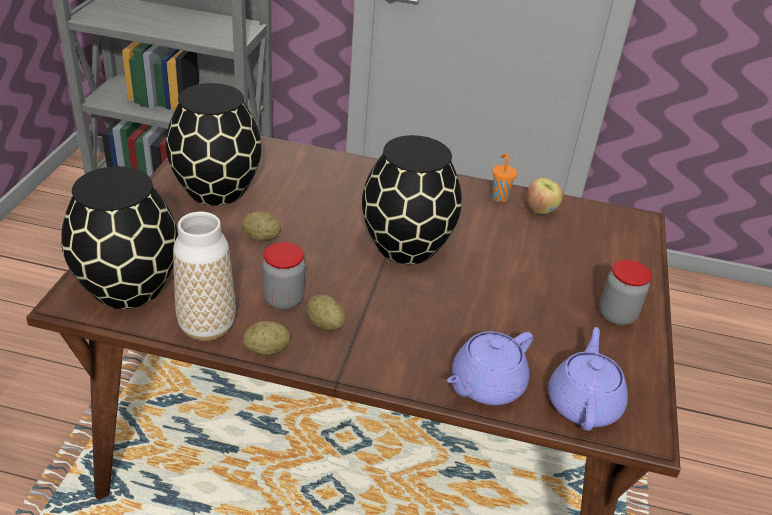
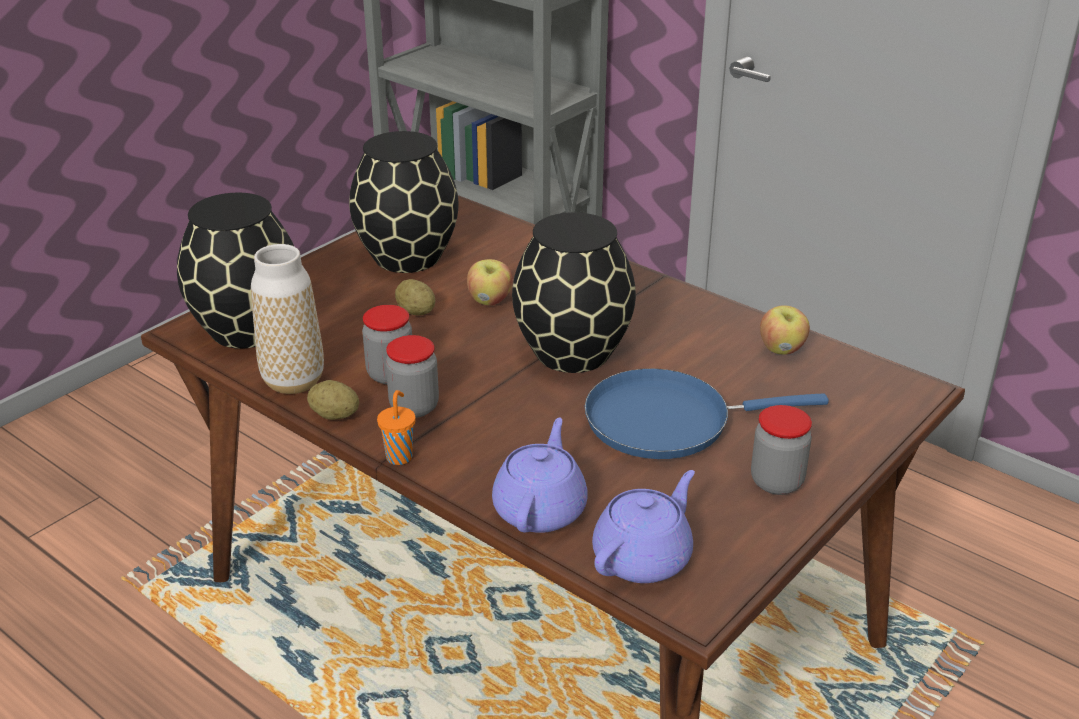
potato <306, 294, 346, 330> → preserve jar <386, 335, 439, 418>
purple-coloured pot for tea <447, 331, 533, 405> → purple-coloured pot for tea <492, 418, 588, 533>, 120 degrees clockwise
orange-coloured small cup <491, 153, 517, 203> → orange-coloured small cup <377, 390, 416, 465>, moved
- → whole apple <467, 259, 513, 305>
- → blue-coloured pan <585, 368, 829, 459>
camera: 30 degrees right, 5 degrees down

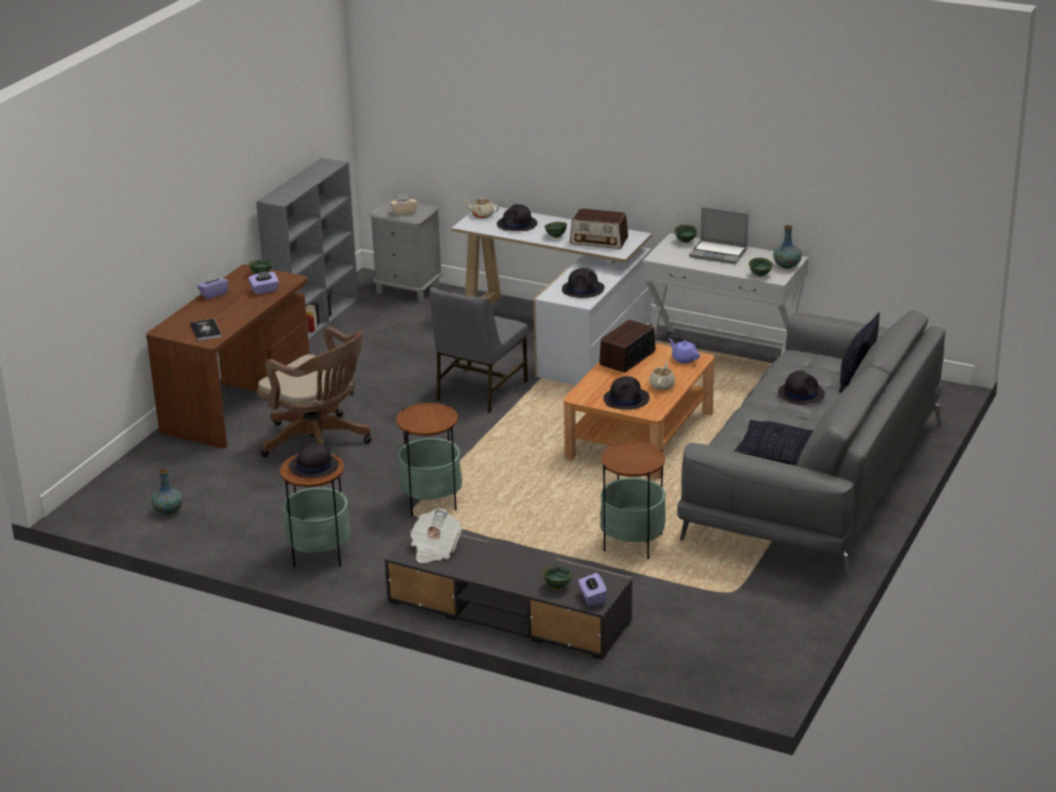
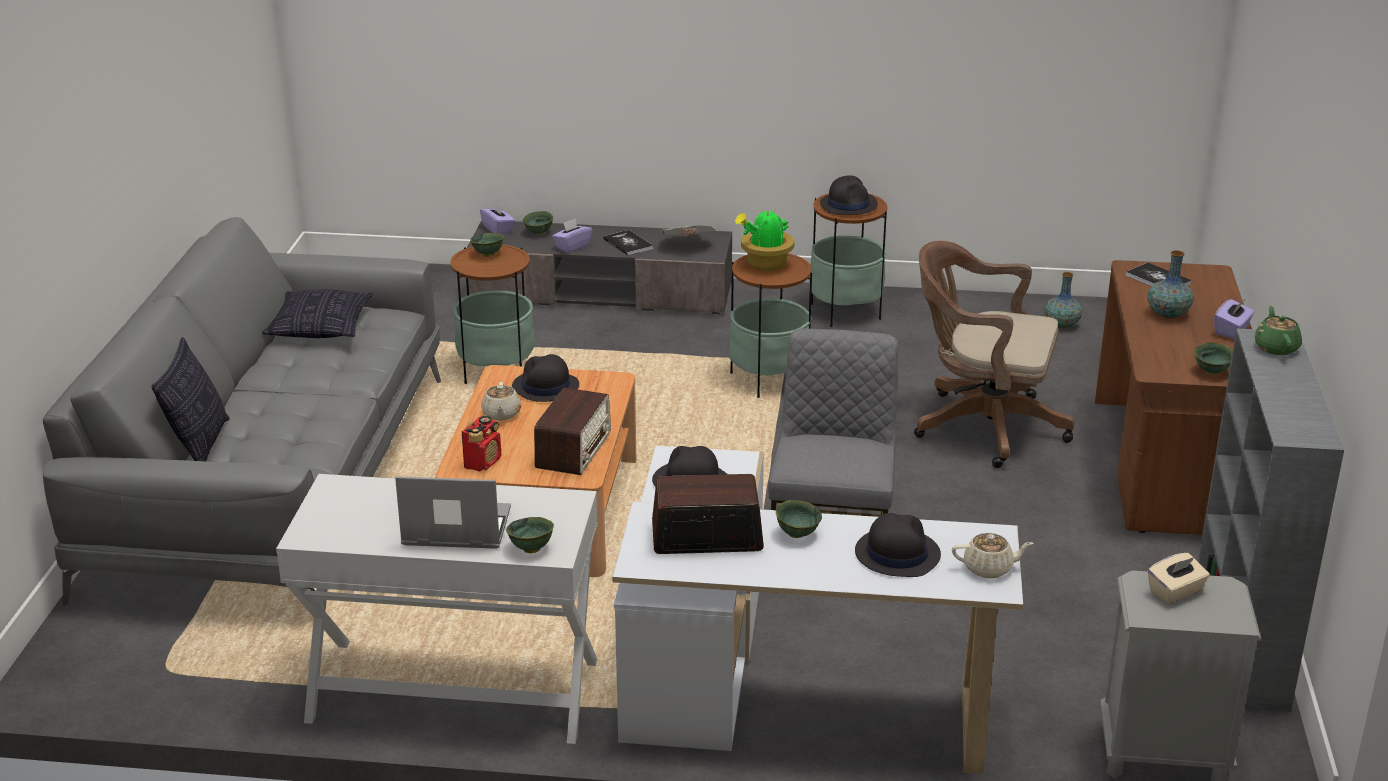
purple-coloured tissue box <248, 272, 279, 295> → purple-coloured tissue box <552, 218, 592, 253>, moved
purple-coloured pot for tea <669, 338, 700, 363> → radio receiver <462, 416, 501, 472>
green-coloured bowl <749, 258, 773, 277> → green-coloured bowl <470, 233, 504, 257>, moved
vase <773, 225, 802, 269> → vase <1148, 250, 1194, 319>, moved
black-coloured clothing hat <778, 371, 825, 405> → -
- → book <603, 230, 653, 256>
- → potted plant <735, 208, 795, 271>
- → green-coloured pot for tea <1255, 306, 1302, 355>
camera: 160 degrees right, 0 degrees up

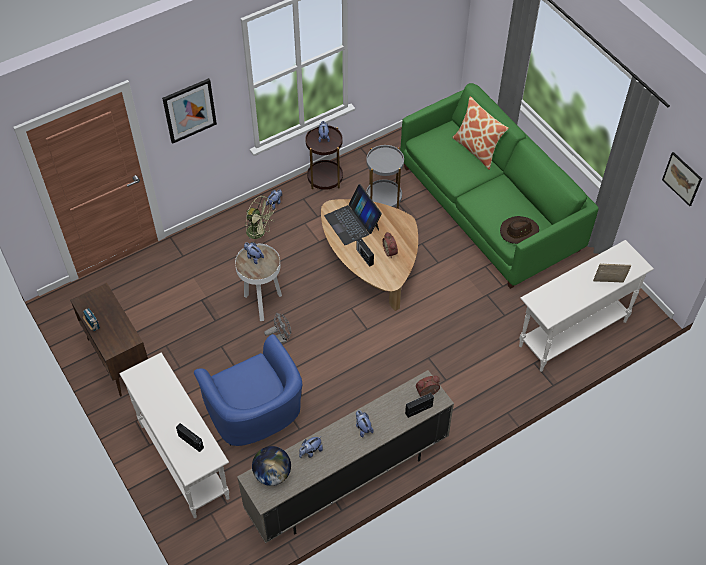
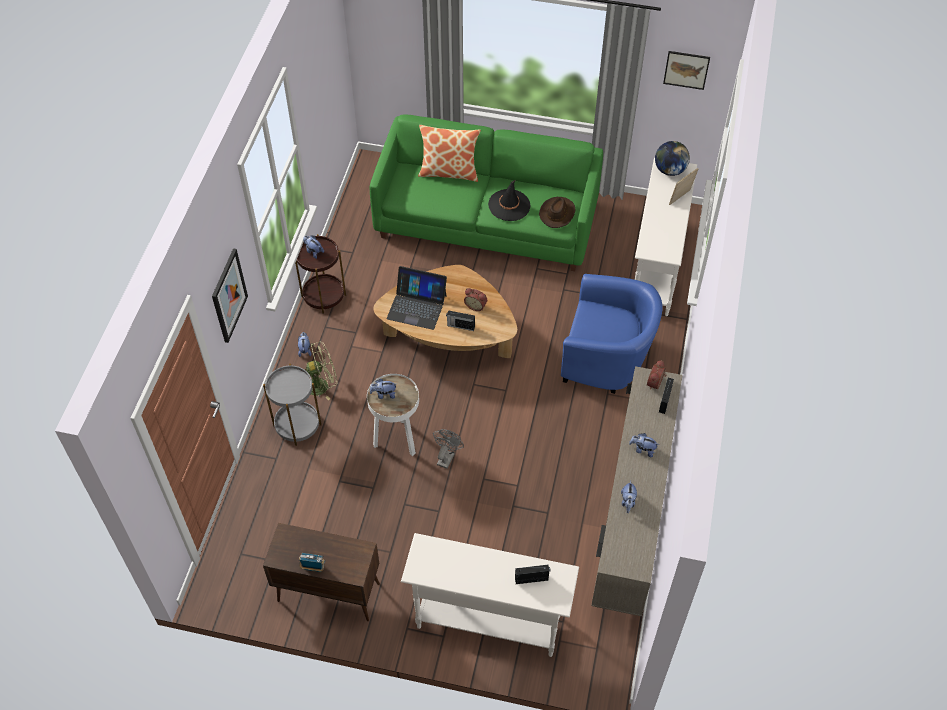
blue-coloured lounge chair <194, 334, 302, 446> → blue-coloured lounge chair <561, 274, 663, 394>, moved
desk globe <252, 446, 291, 486> → desk globe <655, 141, 690, 176>, moved
gray accent table <366, 145, 404, 209> → gray accent table <263, 364, 322, 446>, moved
- → black-coloured clothing hat <488, 180, 531, 221>
camera: 45 degrees left, 0 degrees up

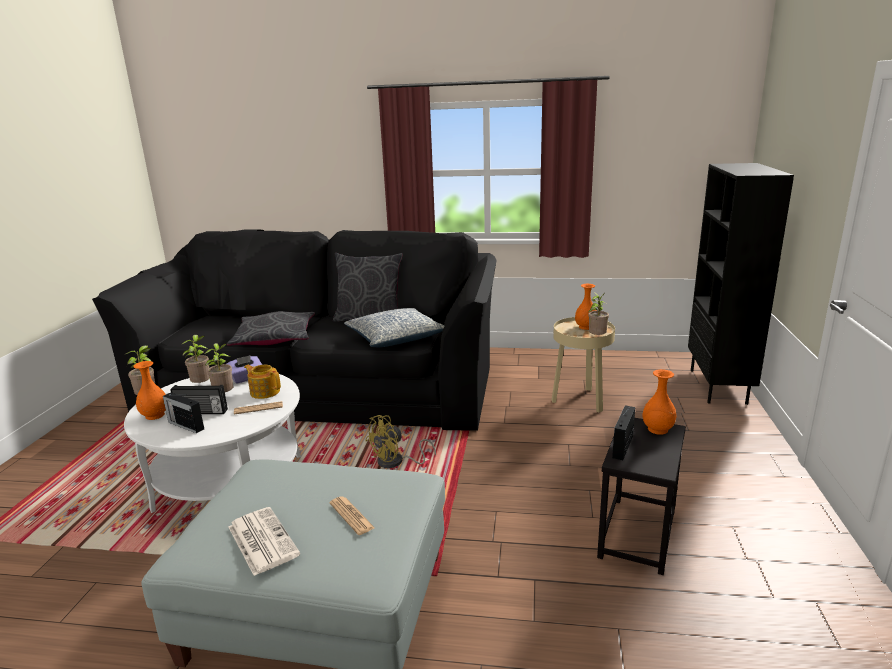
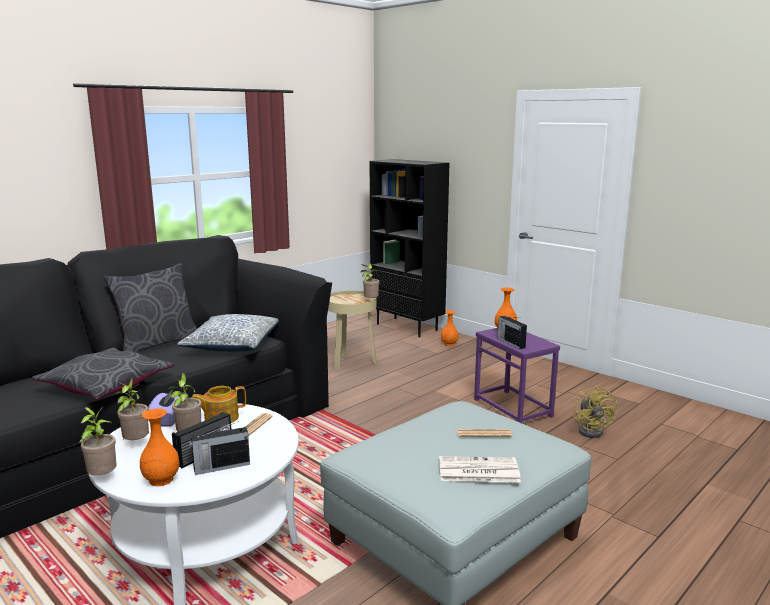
yellow cooling fan <365, 415, 436, 468> → yellow cooling fan <573, 385, 617, 438>, moved
orange-coloured vase <575, 284, 597, 330> → orange-coloured vase <441, 310, 458, 346>, moved
black-coloured accent table <597, 418, 686, 575> → purple-coloured accent table <474, 328, 560, 424>
camera: 55 degrees left, 5 degrees down

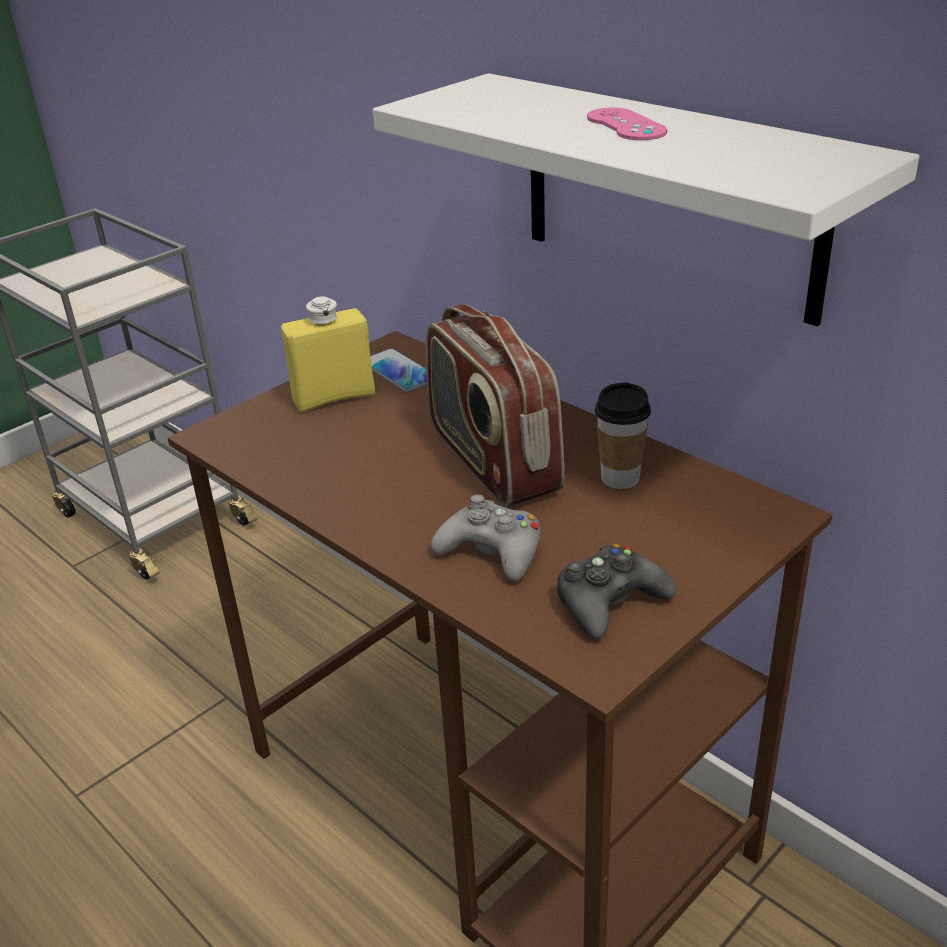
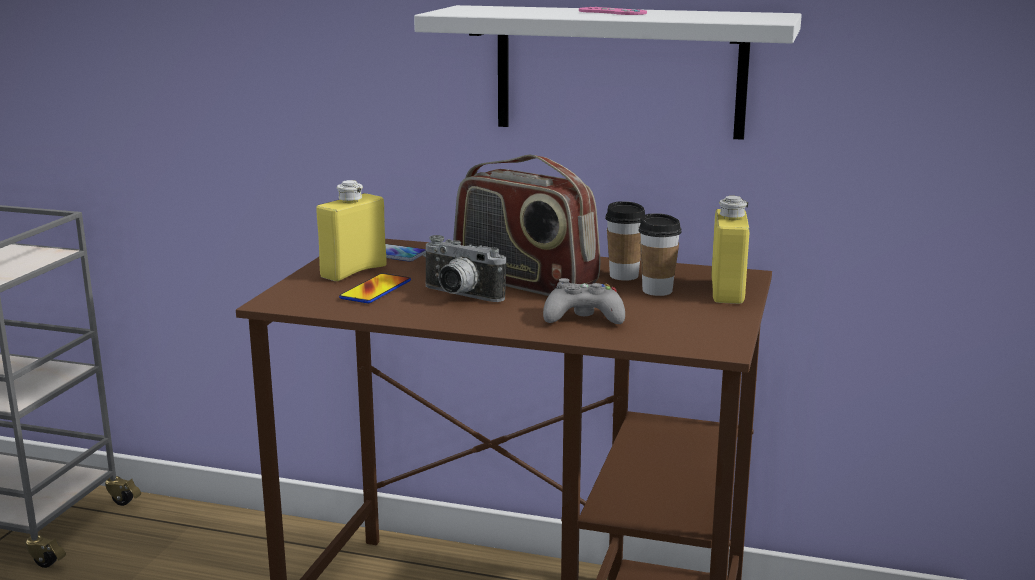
black-coloured game controller <557, 544, 676, 639> → -
- → phone <339, 273, 411, 303>
- → still camera <422, 235, 507, 302>
- → small cup <638, 213, 682, 296>
- → yellow drink bottle <711, 196, 749, 304>
camera: 30 degrees left, 15 degrees down

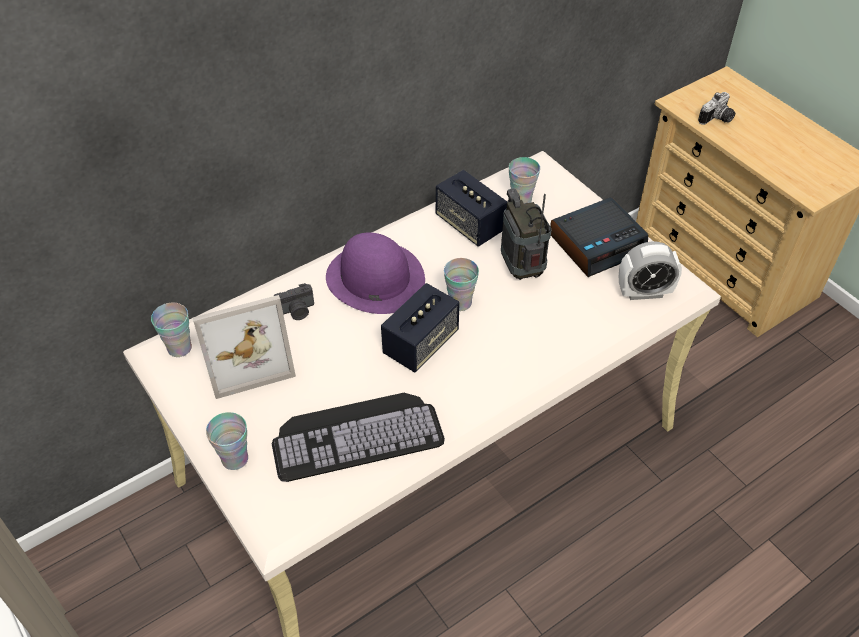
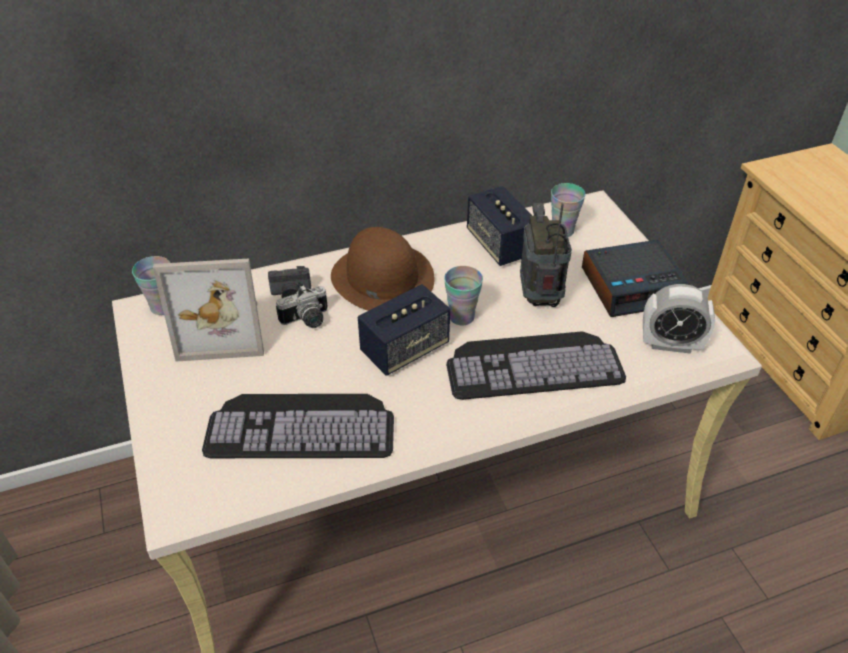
small cup <206, 412, 248, 470> → -
purple-coloured clothing hat <326, 232, 425, 314> → brownish clothing hat <331, 227, 435, 311>
still camera <698, 92, 735, 125> → still camera <276, 285, 328, 328>, moved
- → computer keyboard <446, 331, 626, 400>
camera: 15 degrees right, 5 degrees down

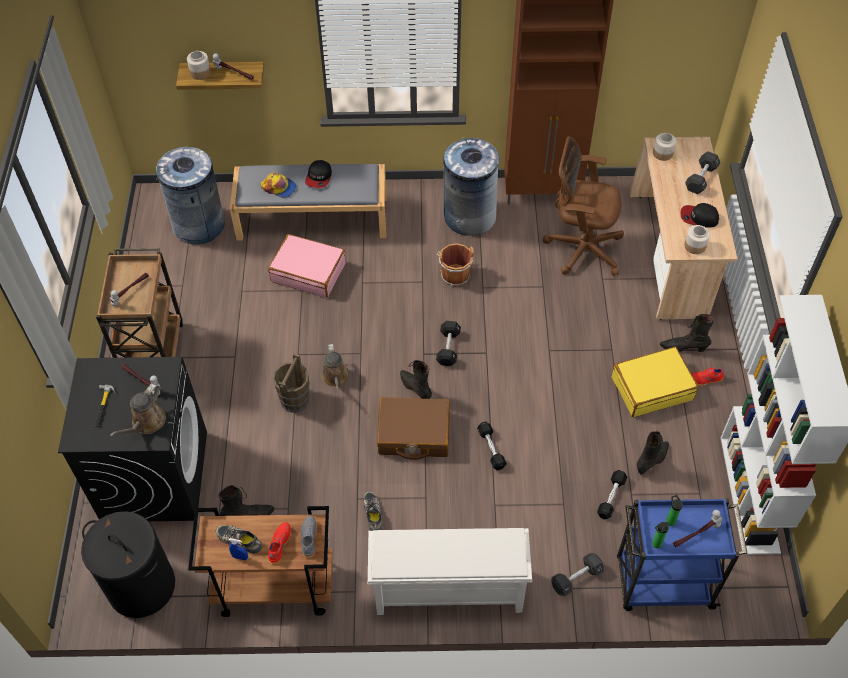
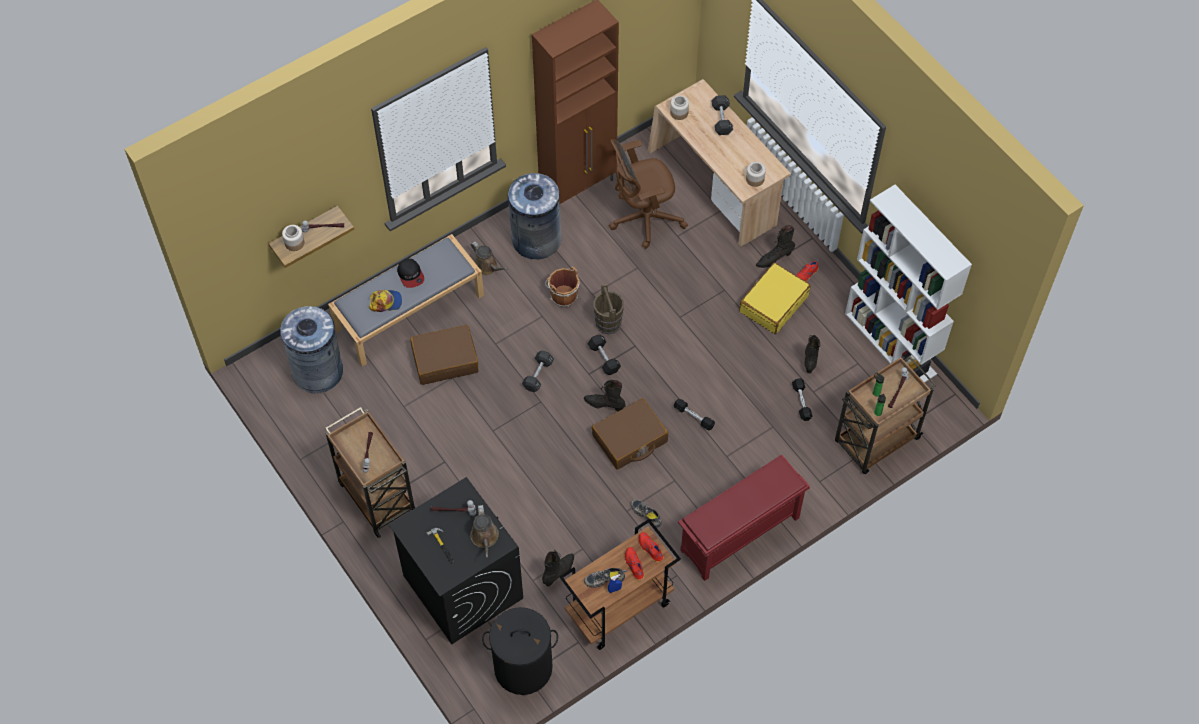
pink travel case <268, 234, 346, 298> → brownish travel case <410, 325, 478, 385>
brownish water bucket <273, 353, 310, 413> → brownish water bucket <593, 284, 624, 334>, moved
gray item of footwear <300, 515, 317, 558> → red-coloured item of footwear <639, 532, 664, 562>
brownish watering pot <321, 344, 349, 390> → brownish watering pot <471, 241, 508, 276>, moved
whitish shoe rack <368, 528, 532, 615> → red-coloured shoe rack <678, 454, 810, 581>
black-coloured hand weight <551, 553, 604, 596> → black-coloured hand weight <522, 350, 554, 392>, moved
blue-coloured wheeled cart <617, 498, 747, 611> → brownish wheeled cart <835, 356, 936, 474>
cap <680, 203, 719, 228> → -
camera: 35 degrees left, 5 degrees up

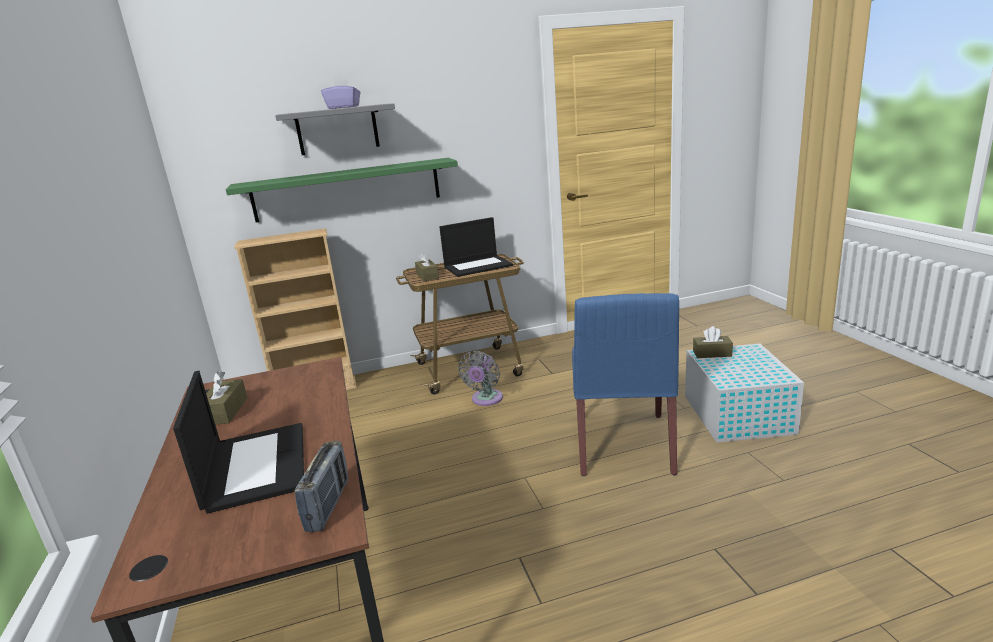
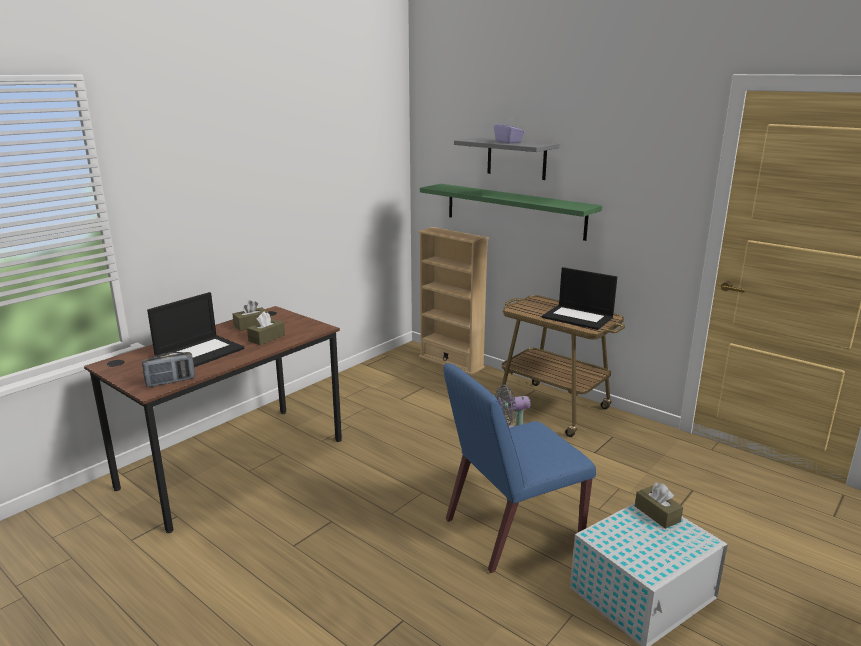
brownish tissue box <415, 252, 439, 281> → brownish tissue box <247, 311, 285, 345>, moved
camera: 55 degrees right, 0 degrees up

